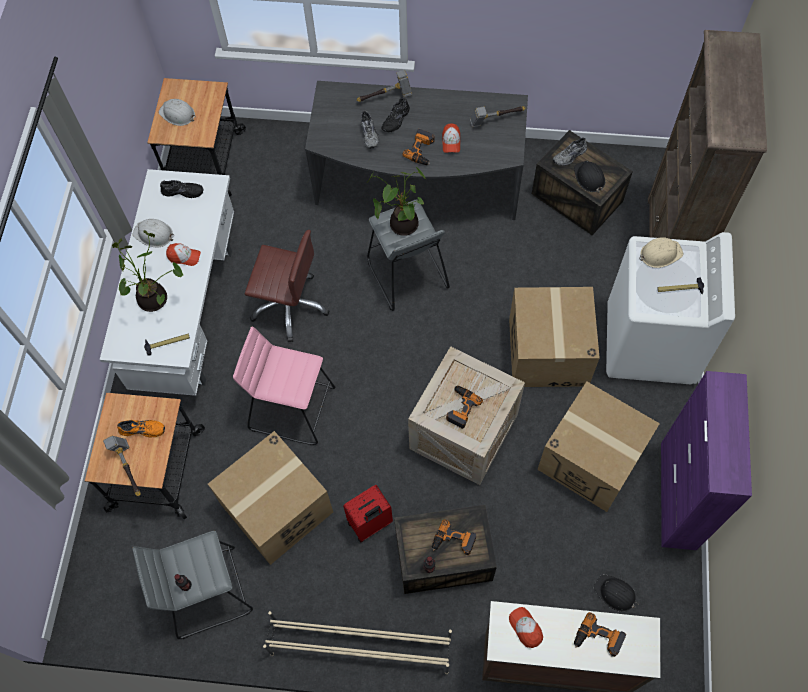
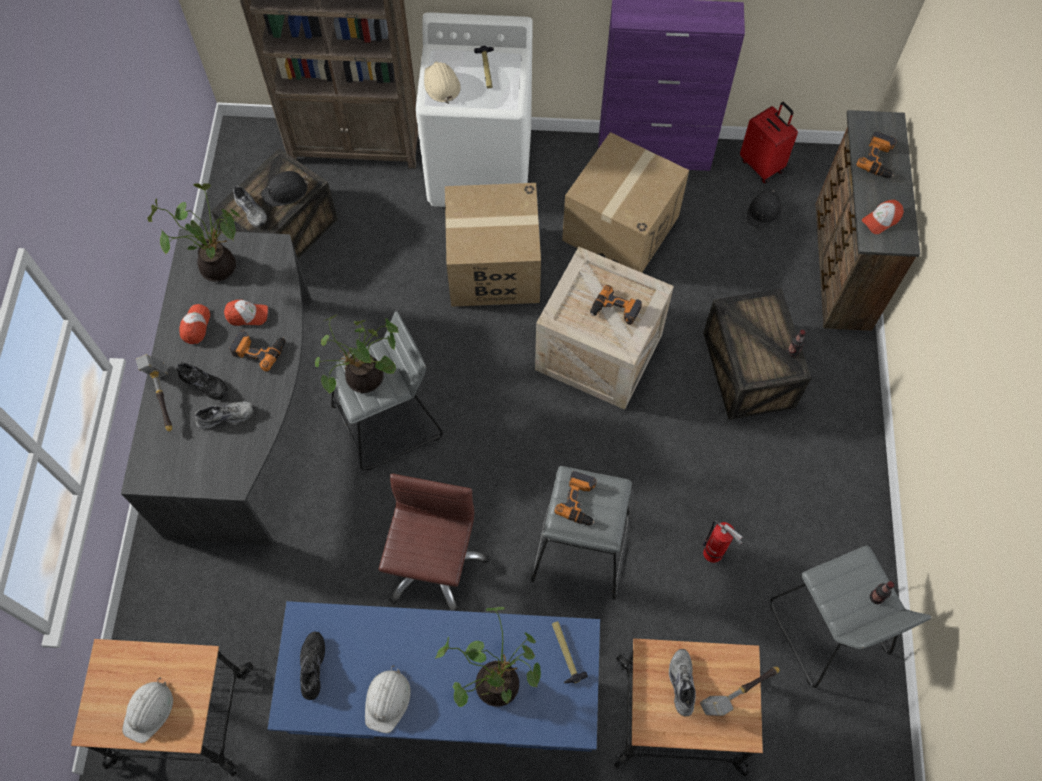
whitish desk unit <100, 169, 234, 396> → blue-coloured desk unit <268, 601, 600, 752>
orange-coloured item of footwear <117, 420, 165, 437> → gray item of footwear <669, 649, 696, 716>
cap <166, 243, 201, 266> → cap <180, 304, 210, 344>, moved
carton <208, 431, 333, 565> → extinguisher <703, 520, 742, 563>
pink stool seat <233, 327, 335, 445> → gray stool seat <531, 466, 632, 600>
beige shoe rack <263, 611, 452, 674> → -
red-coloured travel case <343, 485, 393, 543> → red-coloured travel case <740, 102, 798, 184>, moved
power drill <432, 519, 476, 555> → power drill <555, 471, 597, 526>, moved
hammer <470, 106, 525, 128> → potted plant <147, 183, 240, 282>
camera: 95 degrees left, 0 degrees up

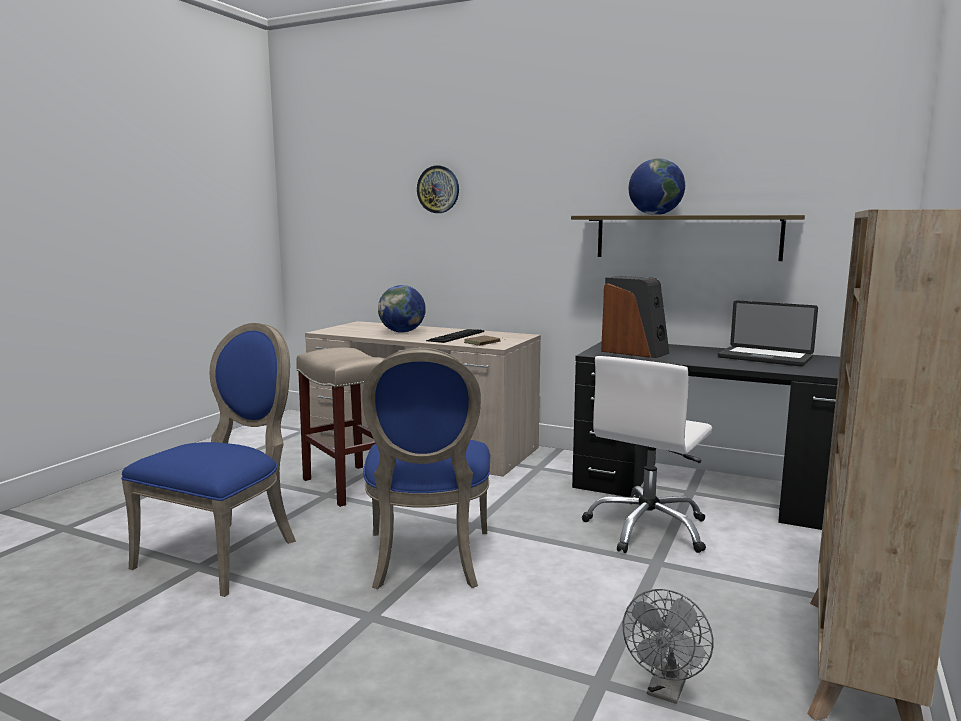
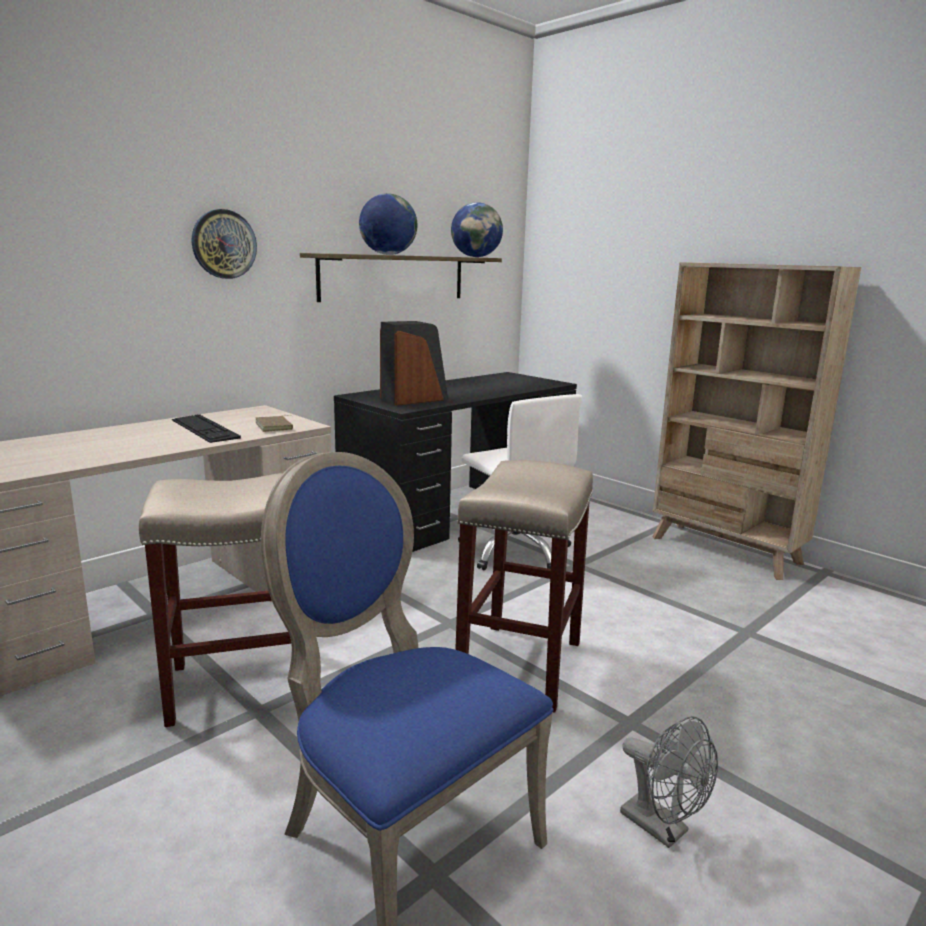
blue-coloured plain chair <362, 348, 490, 589> → beige stool seat <455, 460, 593, 713>
desk globe <378, 285, 426, 333> → desk globe <451, 202, 503, 257>, moved
wall clock <417, 165, 459, 213> → wall clock <192, 209, 257, 279>, moved
gray cooling fan <623, 589, 713, 704> → gray cooling fan <620, 716, 718, 848>, moved
laptop <718, 300, 818, 366> → -
camera: 70 degrees left, 5 degrees up

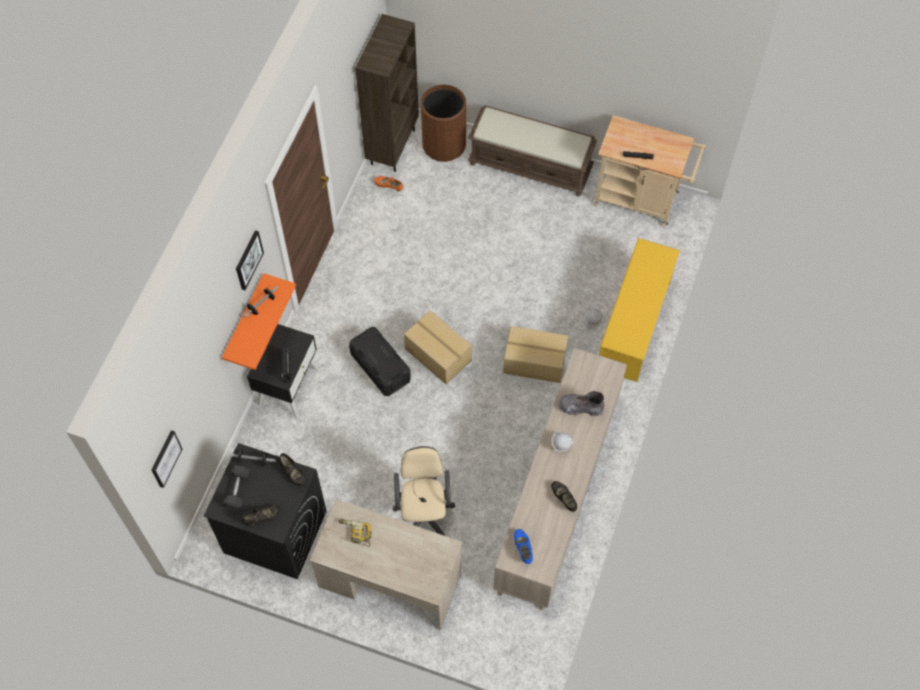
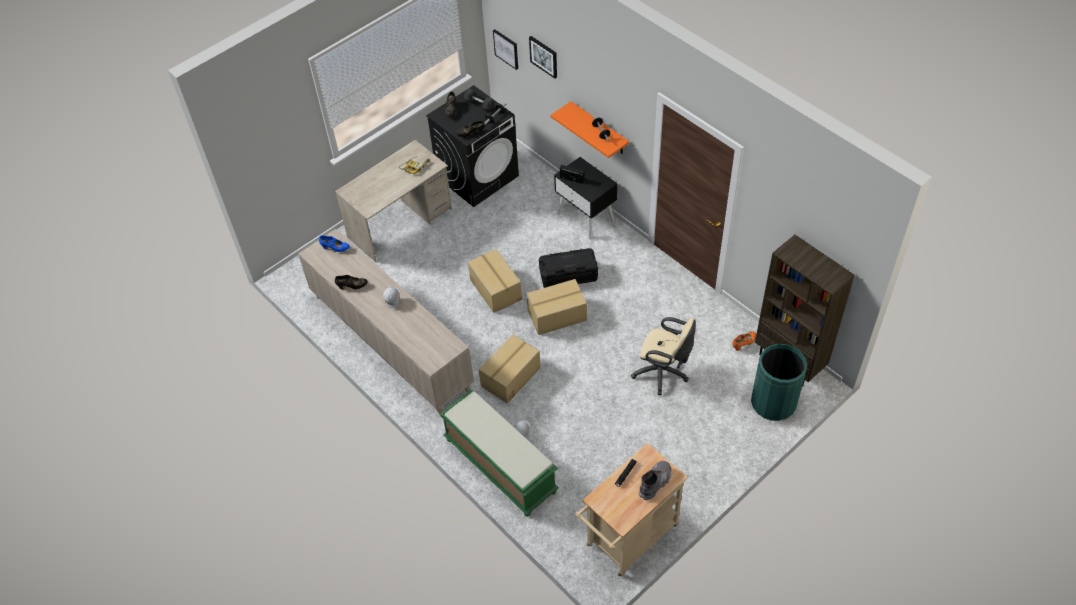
wall art <236, 230, 264, 290> → wall art <529, 36, 557, 79>, moved
beige computer chair <392, 446, 456, 536> → beige computer chair <631, 317, 696, 395>, moved
brownish trash can <421, 84, 466, 162> → green-coloured trash can <751, 344, 807, 421>
brownish indoor bench <468, 105, 597, 196> → -
gray high-top boot <558, 391, 604, 416> → gray high-top boot <639, 461, 671, 501>, moved
yellow shoe rack <599, 238, 680, 382> → green-coloured indoor bench <439, 389, 559, 517>
- → carton <468, 249, 522, 313>
camera: 120 degrees right, 10 degrees down

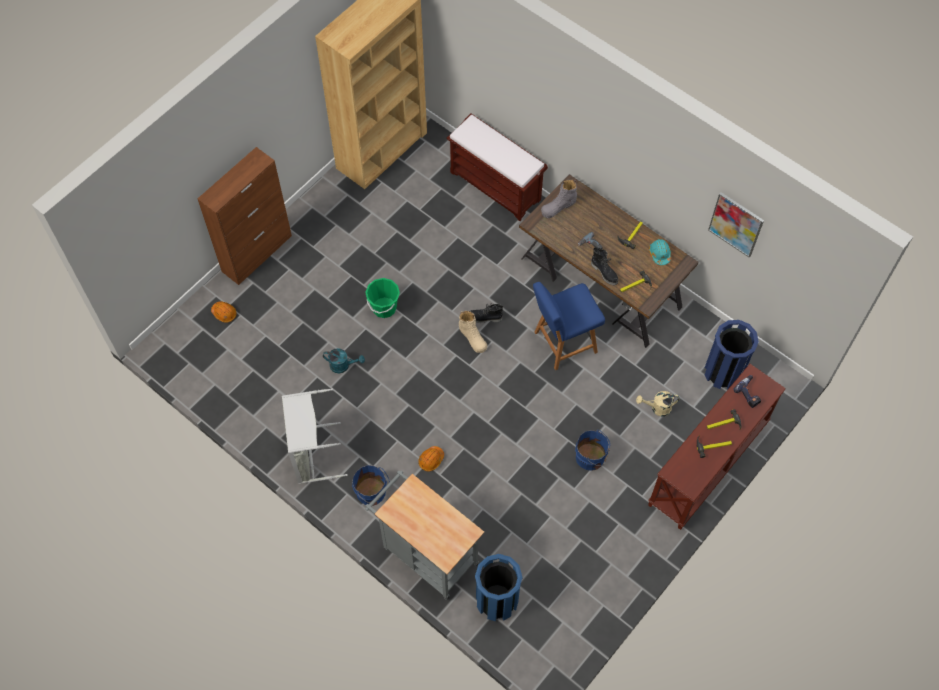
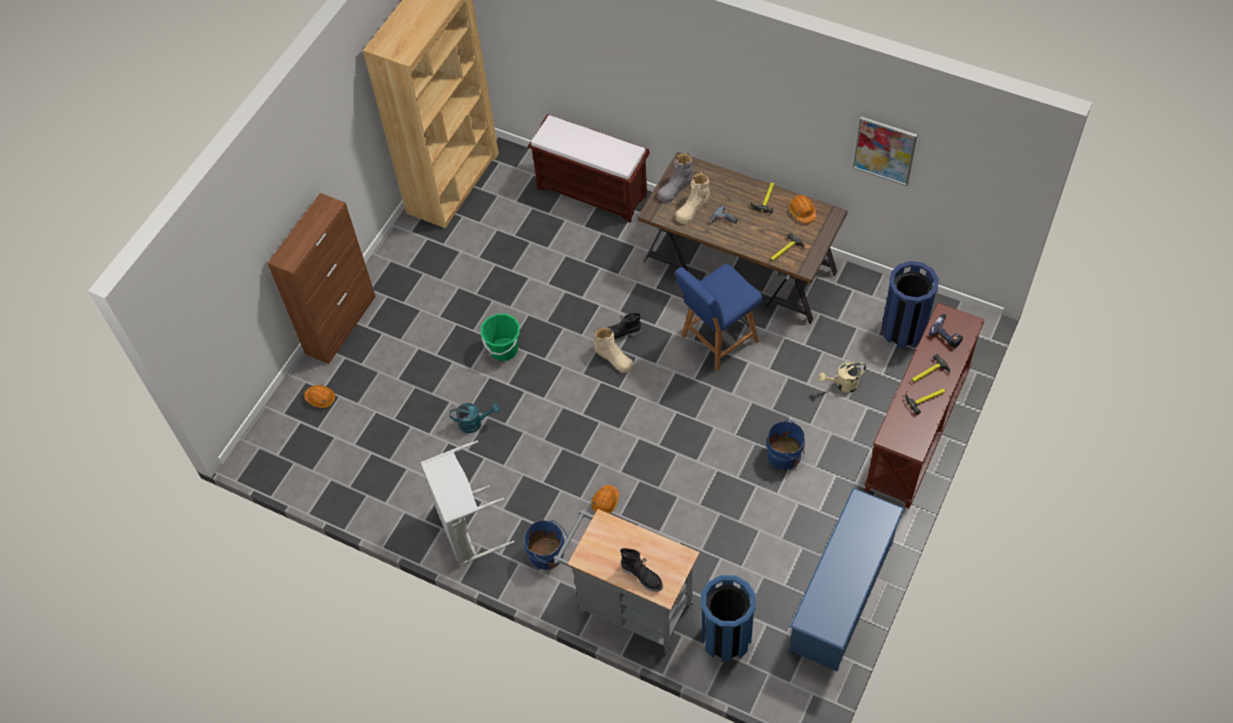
black-coloured high-top boot <591, 247, 618, 285> → black-coloured high-top boot <620, 548, 663, 592>, moved
turquoise-coloured safety helmet <649, 239, 671, 265> → orange-coloured safety helmet <789, 195, 817, 223>
- → beige high-top boot <675, 172, 710, 224>
- → blue-coloured shoe rack <789, 488, 905, 672>
camera: 10 degrees left, 5 degrees down

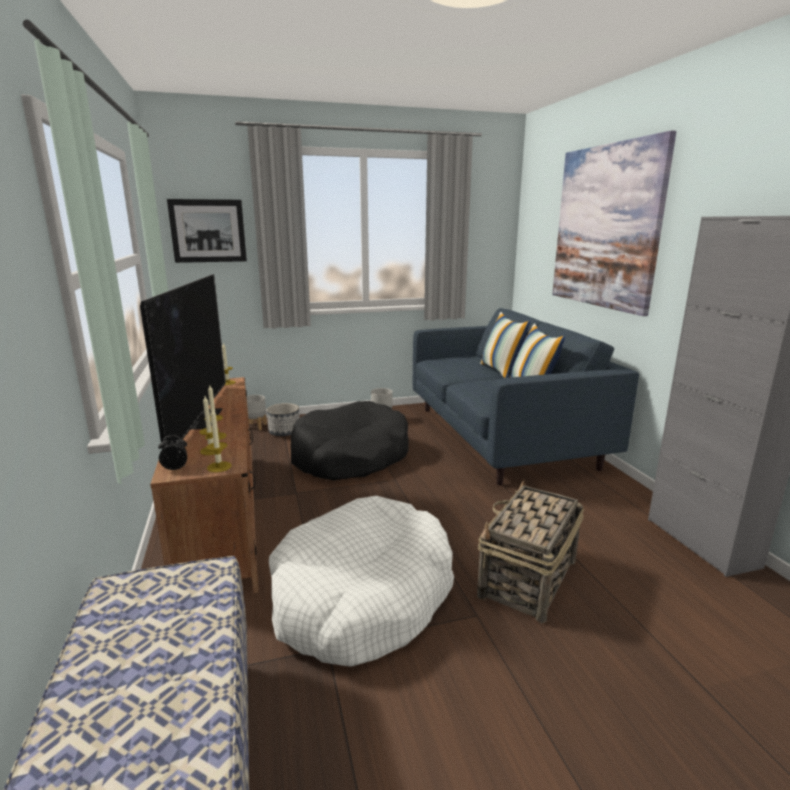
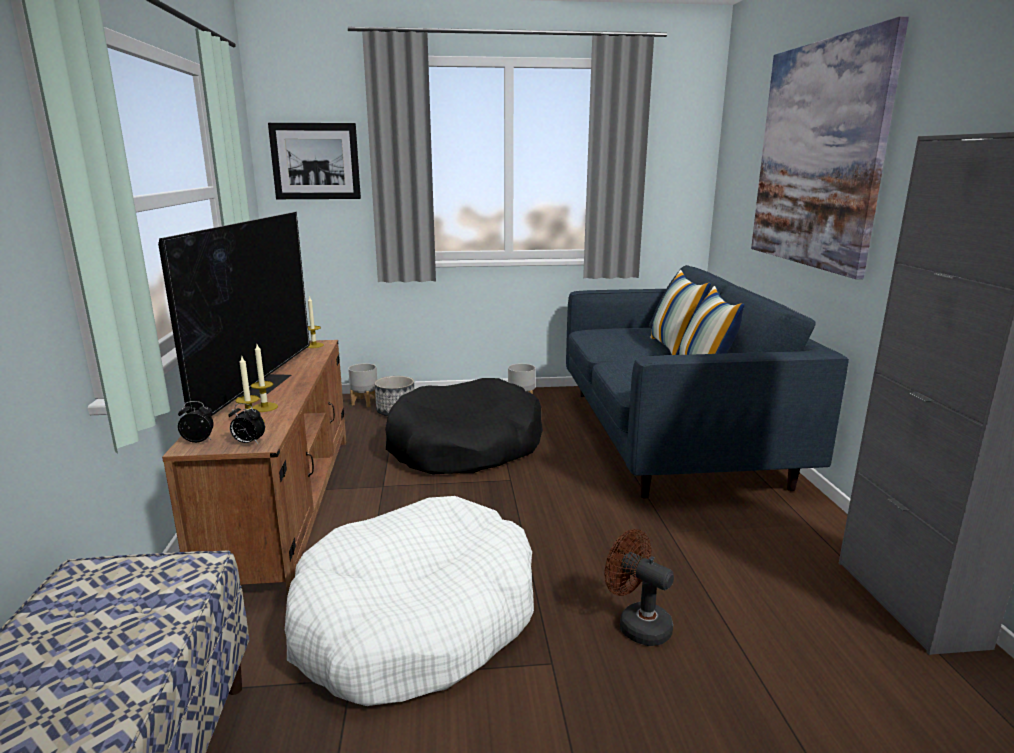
wax light <206, 408, 231, 472> → alarm clock <228, 403, 265, 444>
basket <477, 479, 584, 623> → brownish cooling fan <605, 529, 674, 646>
camera: 10 degrees right, 0 degrees up

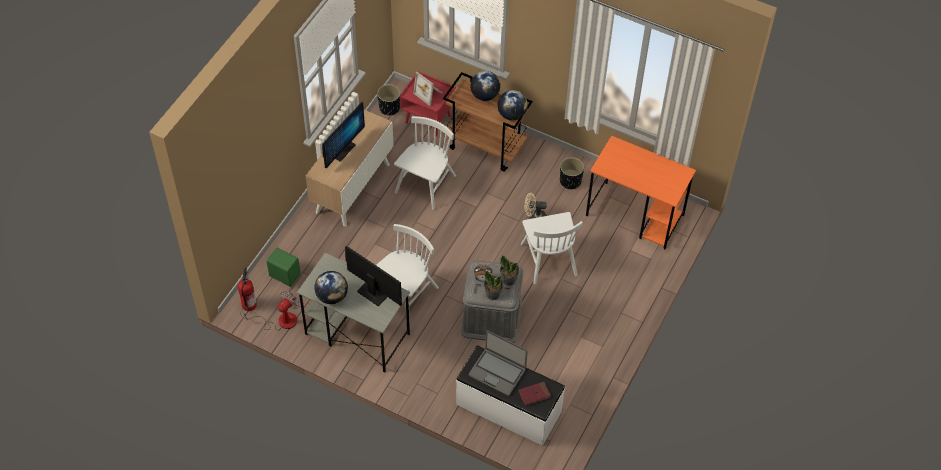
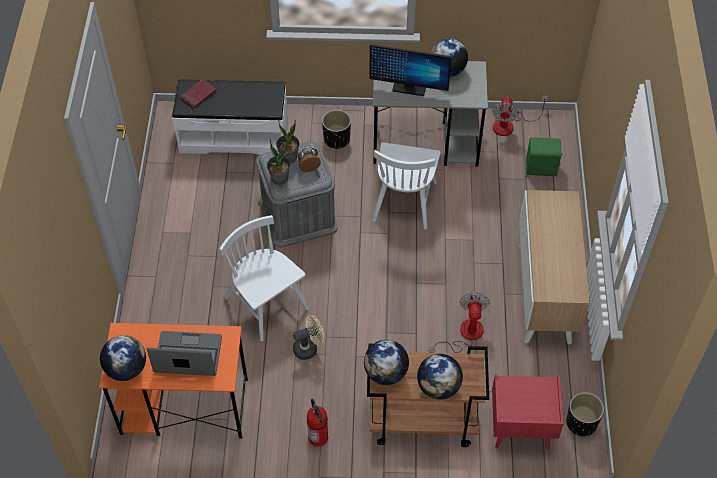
extinguisher <238, 268, 257, 311> → extinguisher <307, 399, 328, 447>, moved
computer screen <322, 102, 365, 168> → -
whitish plain chair <394, 116, 456, 210> → cooling fan <428, 292, 490, 353>
photo frame <413, 72, 442, 106> → -
laptop <469, 330, 528, 396> → laptop <147, 331, 222, 376>, moved
black-coloured plant pot <560, 157, 584, 189> → black-coloured plant pot <322, 110, 351, 149>, moved
- → desk globe <100, 335, 146, 381>
camera: 155 degrees right, 0 degrees up

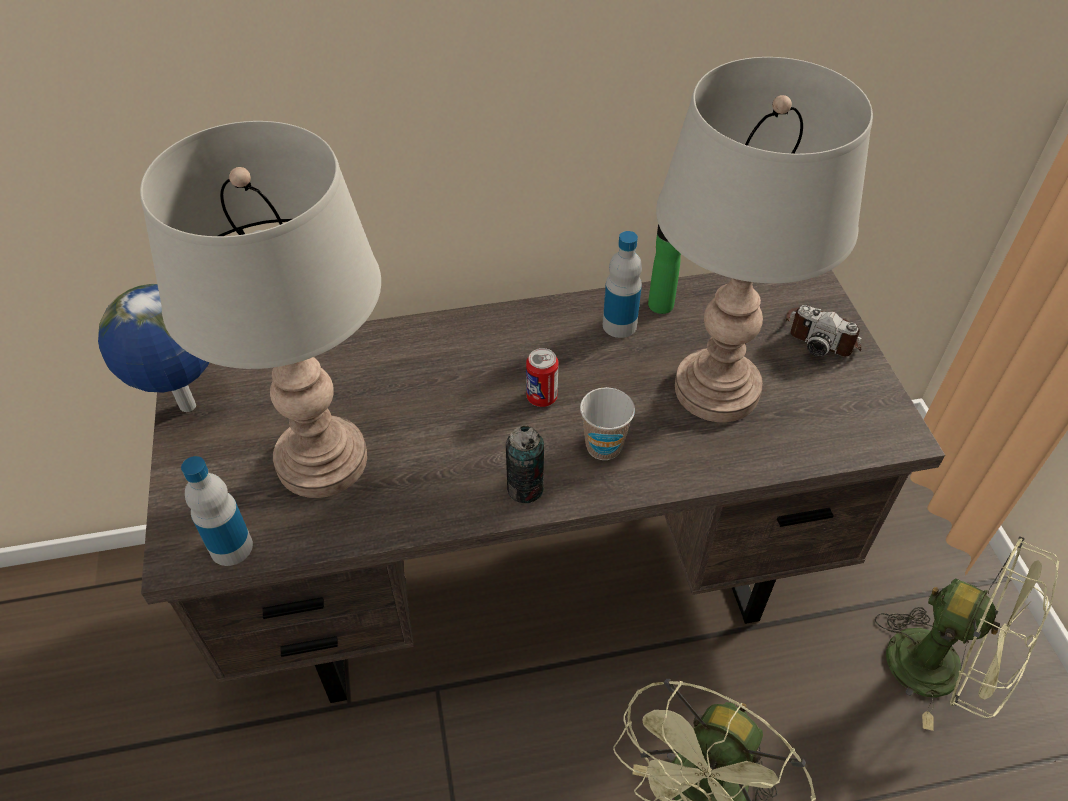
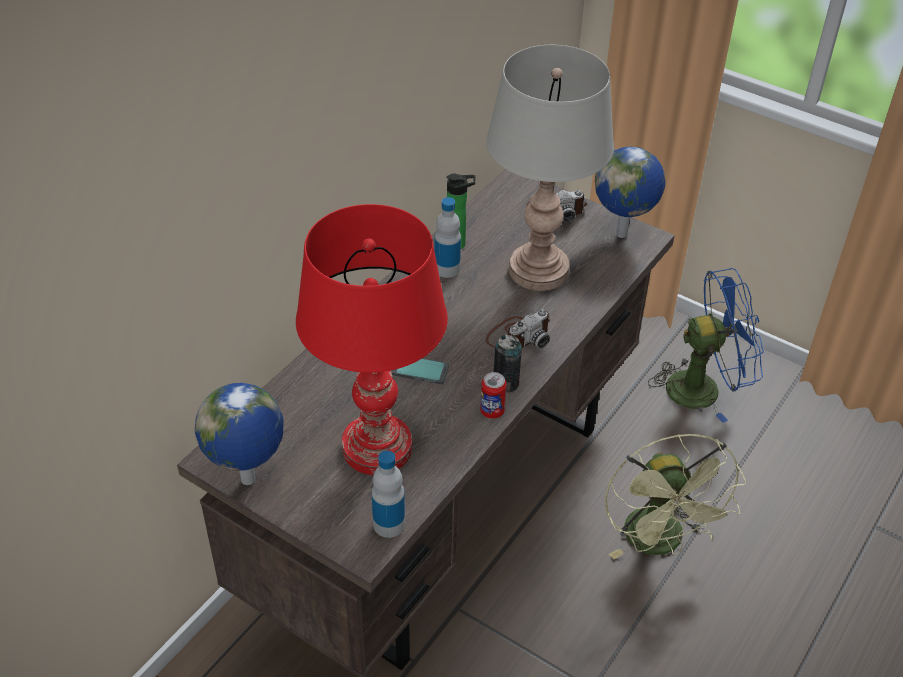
gray lamp for a table <140, 121, 381, 498> → red-coloured lamp for a table <296, 204, 448, 475>
sealed can <526, 348, 559, 407> → sealed can <480, 372, 507, 419>, moved
small cup <580, 387, 635, 460> → still camera <486, 309, 550, 348>
green-coloured cooling fan <875, 536, 1059, 731> → blue-coloured cooling fan <648, 268, 764, 423>
- → phone <391, 358, 449, 384>
- → desk globe <595, 147, 665, 238>
camera: 45 degrees left, 5 degrees down

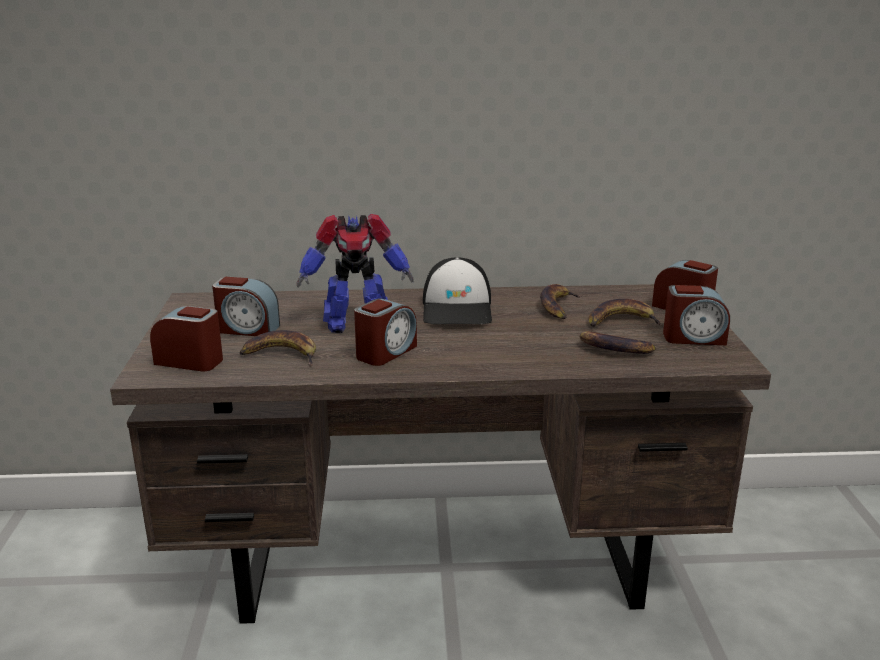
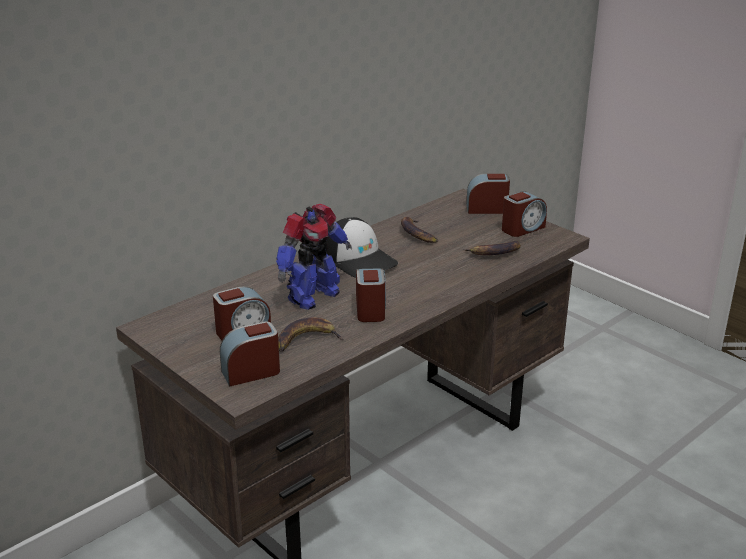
whole banana <589, 299, 663, 327> → -
camera: 40 degrees left, 5 degrees up

